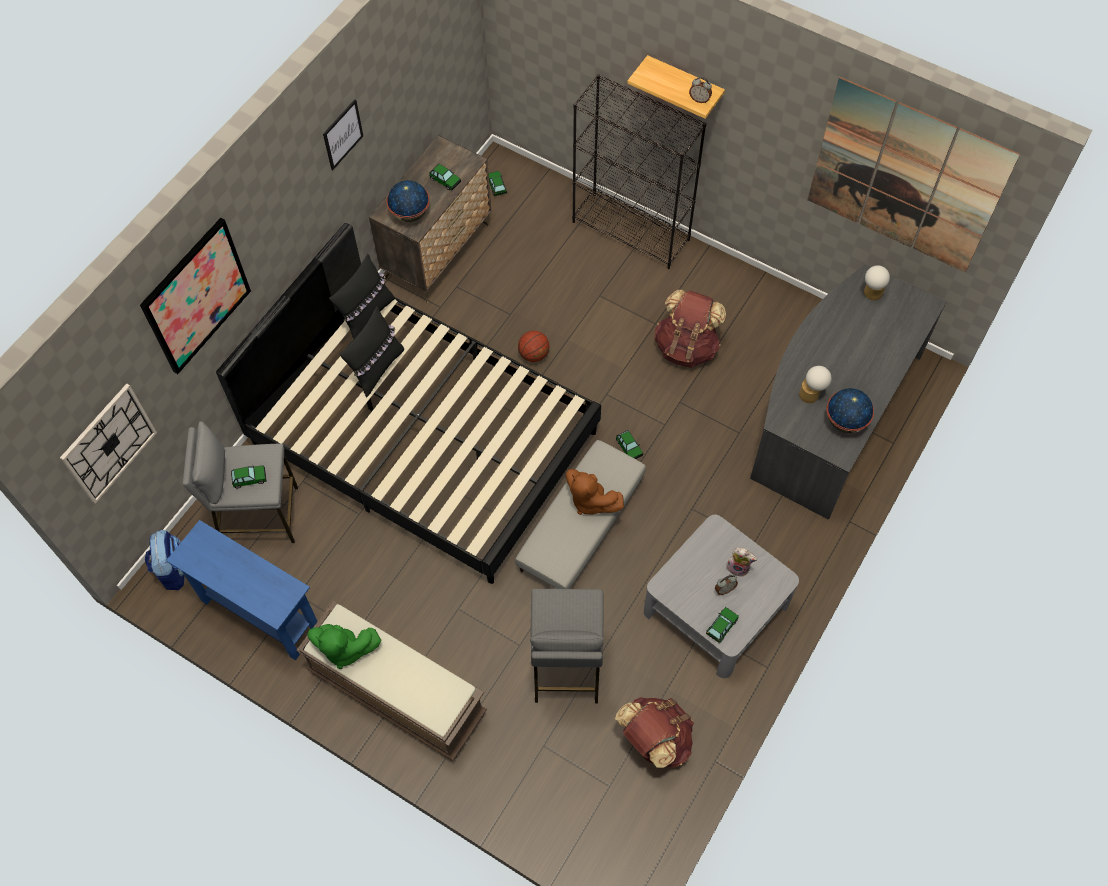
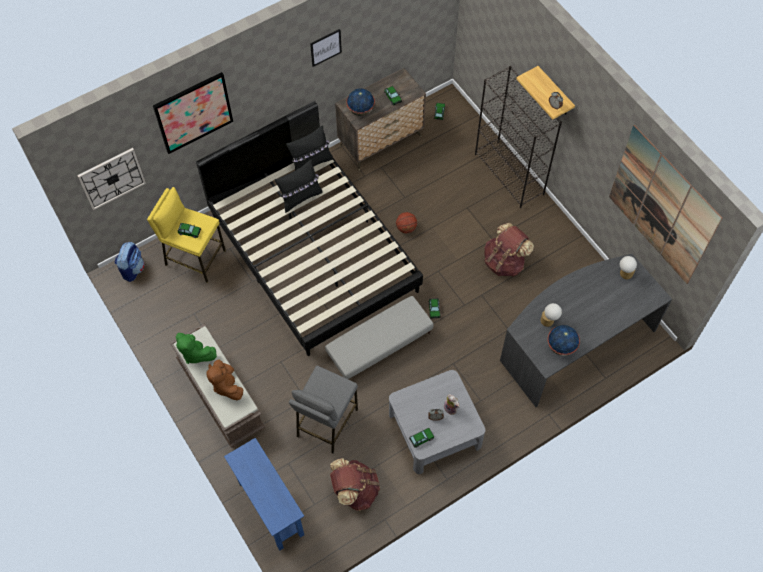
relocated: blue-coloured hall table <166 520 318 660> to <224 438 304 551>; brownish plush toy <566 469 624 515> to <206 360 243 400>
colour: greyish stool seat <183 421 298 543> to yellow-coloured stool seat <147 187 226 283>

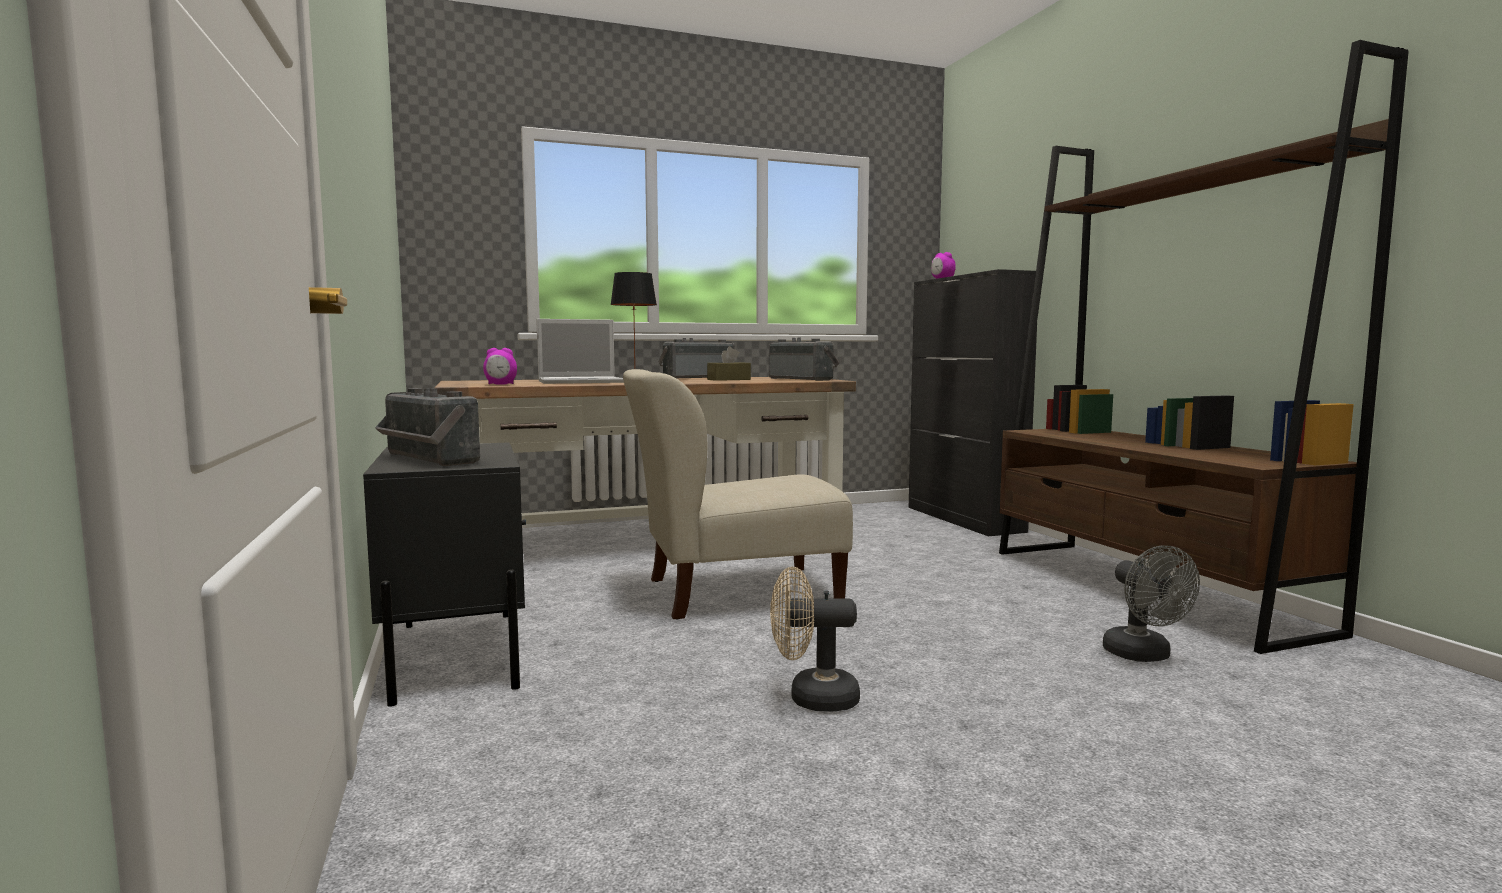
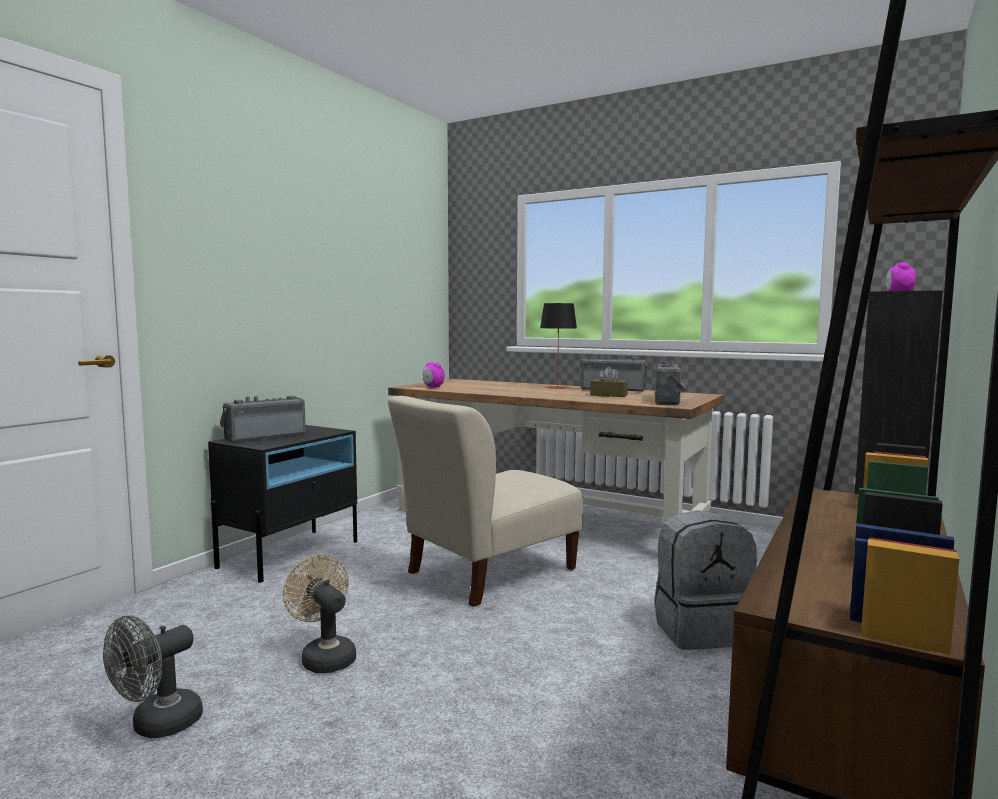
missing: laptop <536 319 624 384>
appeared: greyish rucksack <654 510 757 650>
relocated: greyish cooling fan <1103 545 1200 662> to <103 615 203 738>
spun: radio receiver <375 388 480 466> = <220 396 306 443> 45 degrees clockwise; beige-coloured plain chair <623 369 853 619> = <388 396 583 607> 75 degrees counterclockwise

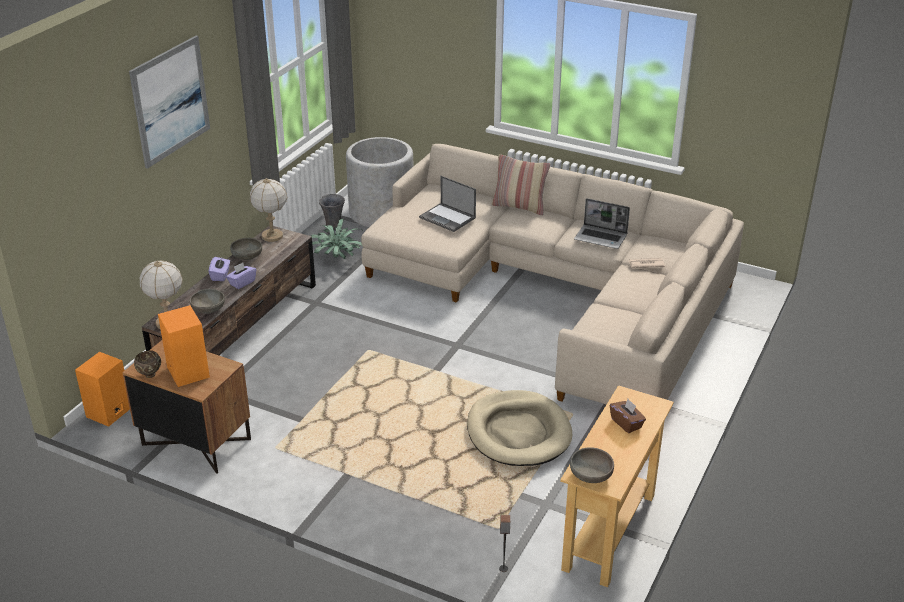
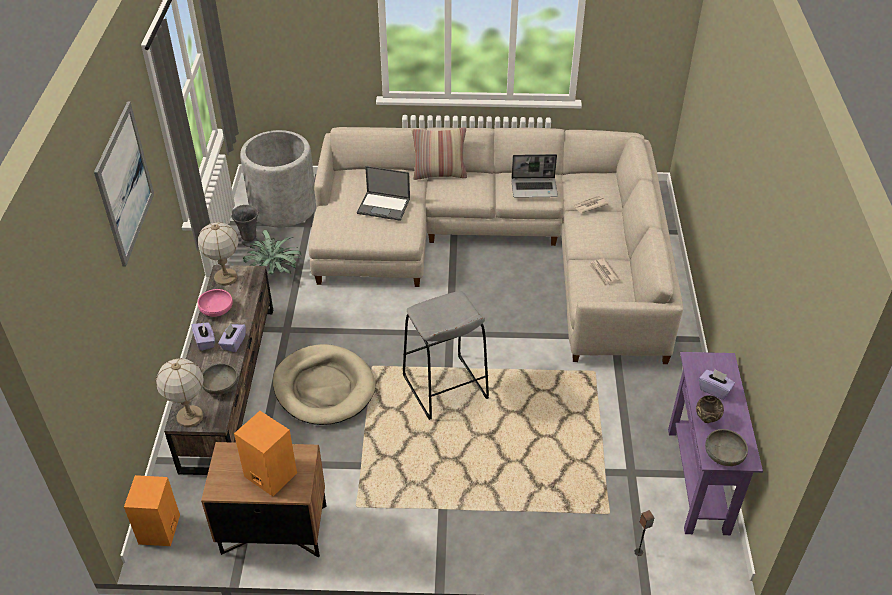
appeared: greyish stool seat <403 291 489 420>; newspaper <589 258 620 287>
relocated: brownish serving bowl <134 350 161 378> to <696 395 724 423>; beige-coloured dog cushion <467 390 572 466> to <273 344 376 425>
colour: greyish serving bowl <230 238 262 260> to pink serving bowl <198 289 233 317>; beige-coloured hall table <560 385 674 587> to purplish hall table <668 352 763 535>; brownish box of tissues <610 399 646 433> to purplish box of tissues <699 369 735 400>

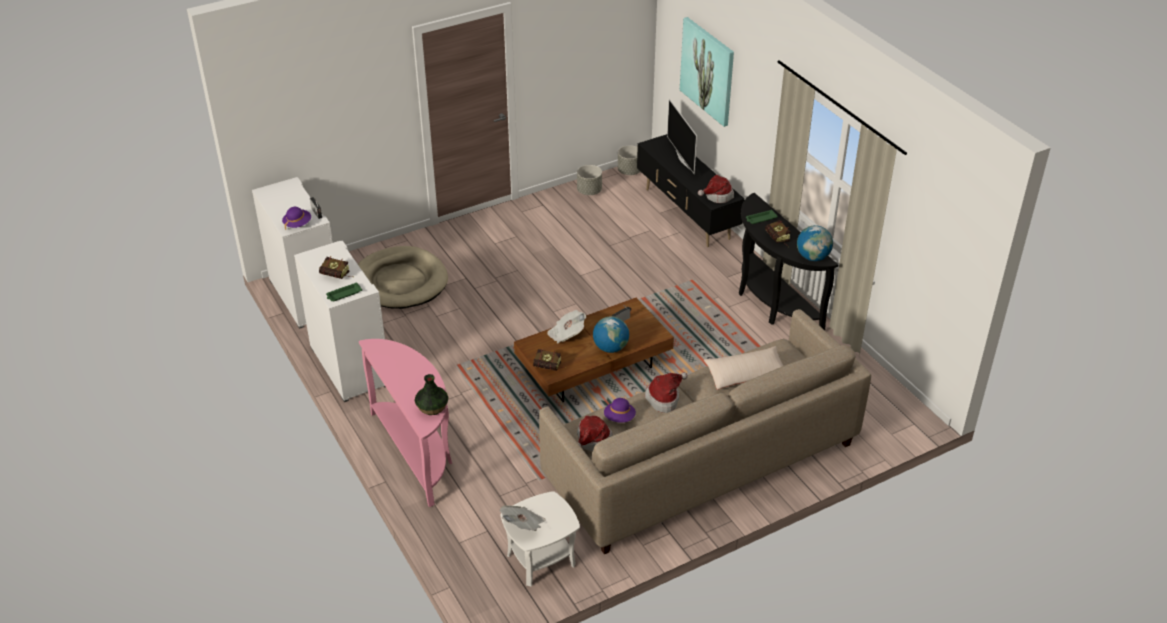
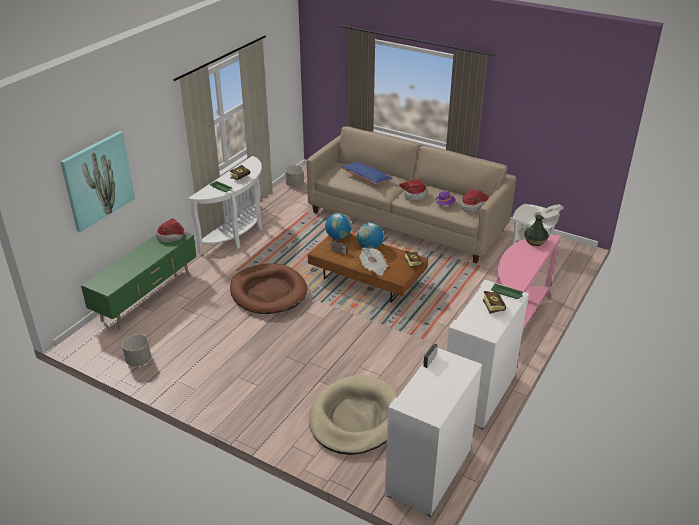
missing: purplish clothing hat <282 207 311 230>; TV set <667 99 697 174>
appeared: brownish dog cushion <230 263 308 314>
relocated: greyish plant pot <618 145 641 175> to <285 165 304 187>; world globe <797 225 833 261> to <325 213 352 240>
colour: blackish tv unit <637 134 745 247> to green tv unit <81 233 197 329>; beige-coloured throw pillow <704 346 784 390> to blue-coloured throw pillow <340 162 393 184>; blackish hall table <739 193 838 330> to white-coloured hall table <188 156 263 255>

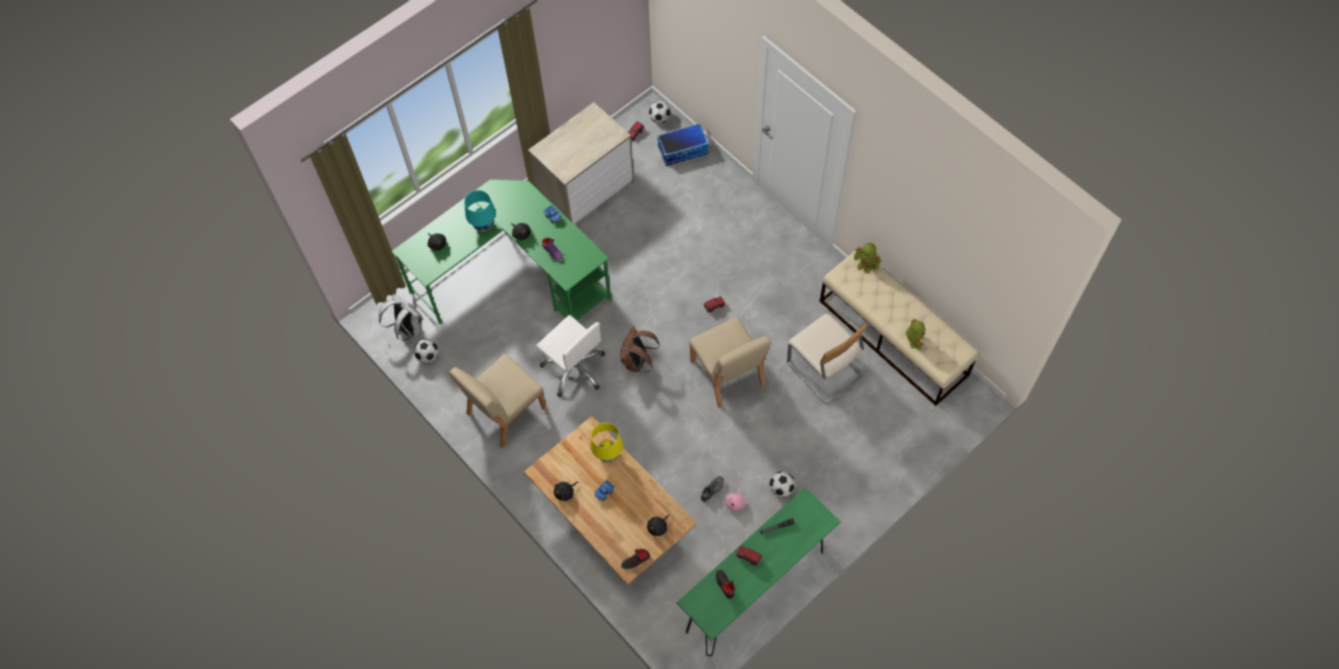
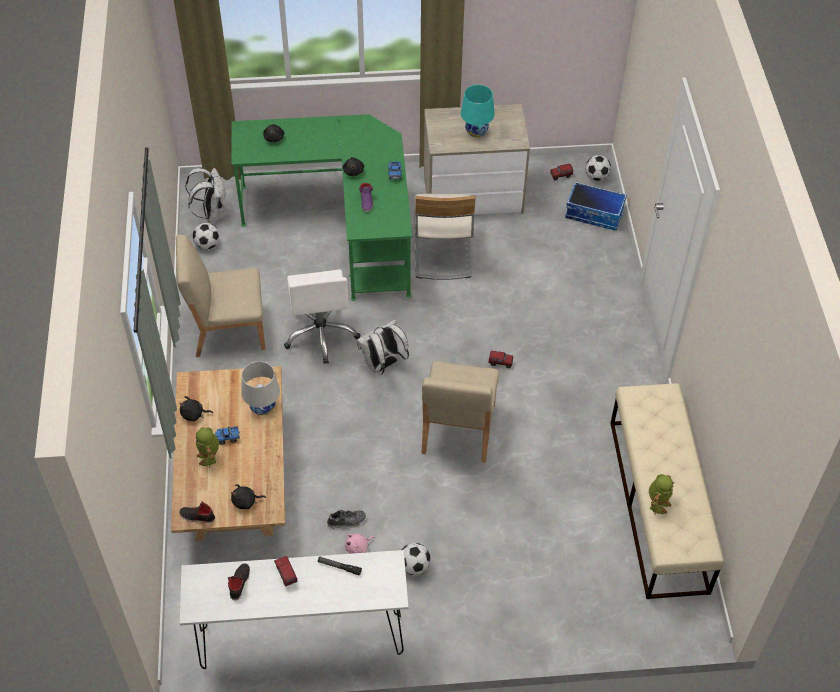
relocated: turquoise lamp for a table <464 190 496 232> to <461 85 494 137>; beige-coloured plain chair <787 314 867 404> to <415 194 476 280>; toy robot <854 243 881 274> to <195 427 219 468>
colour: yellow-coloured lamp for a table <590 423 623 462> to white-coloured lamp for a table <241 361 280 415>; brownish rucksack <620 326 660 372> to white-coloured rucksack <357 320 409 375>; green hall table <677 487 840 656> to white-coloured hall table <180 550 409 669>

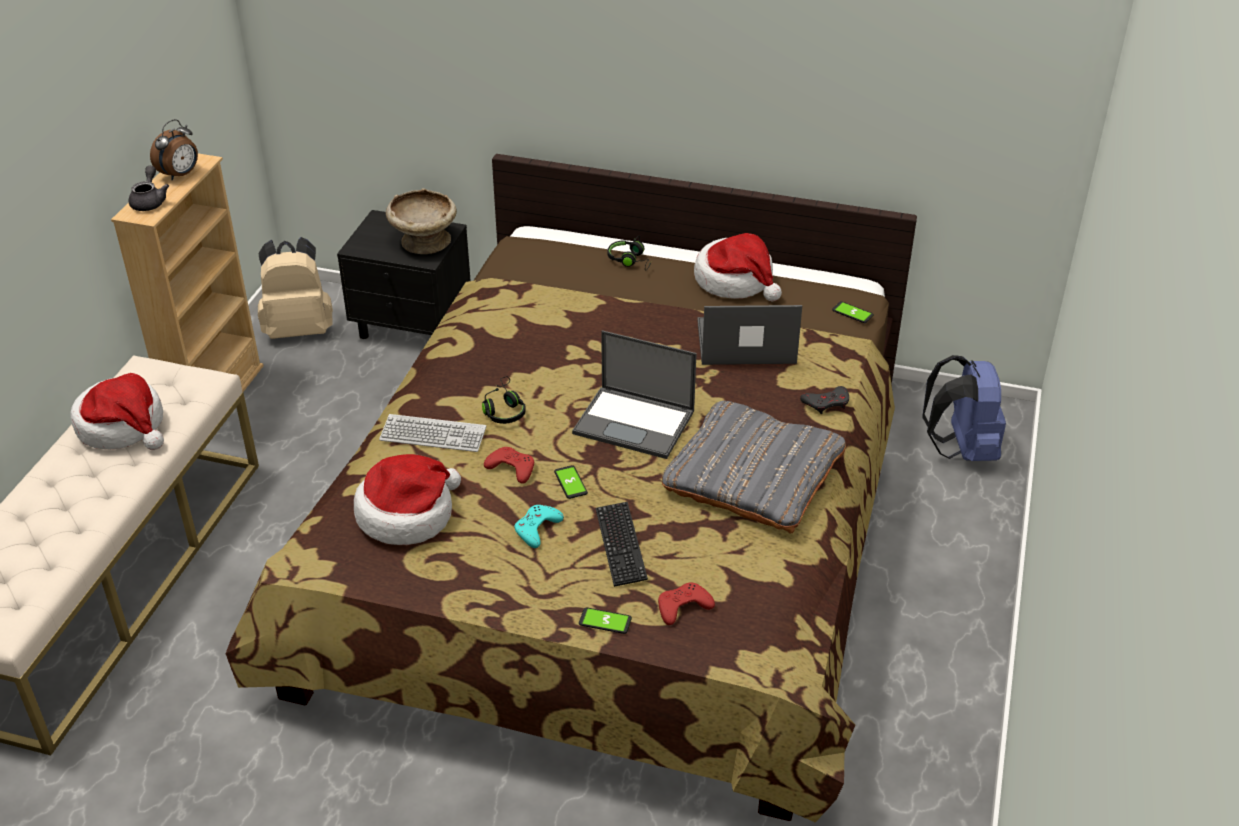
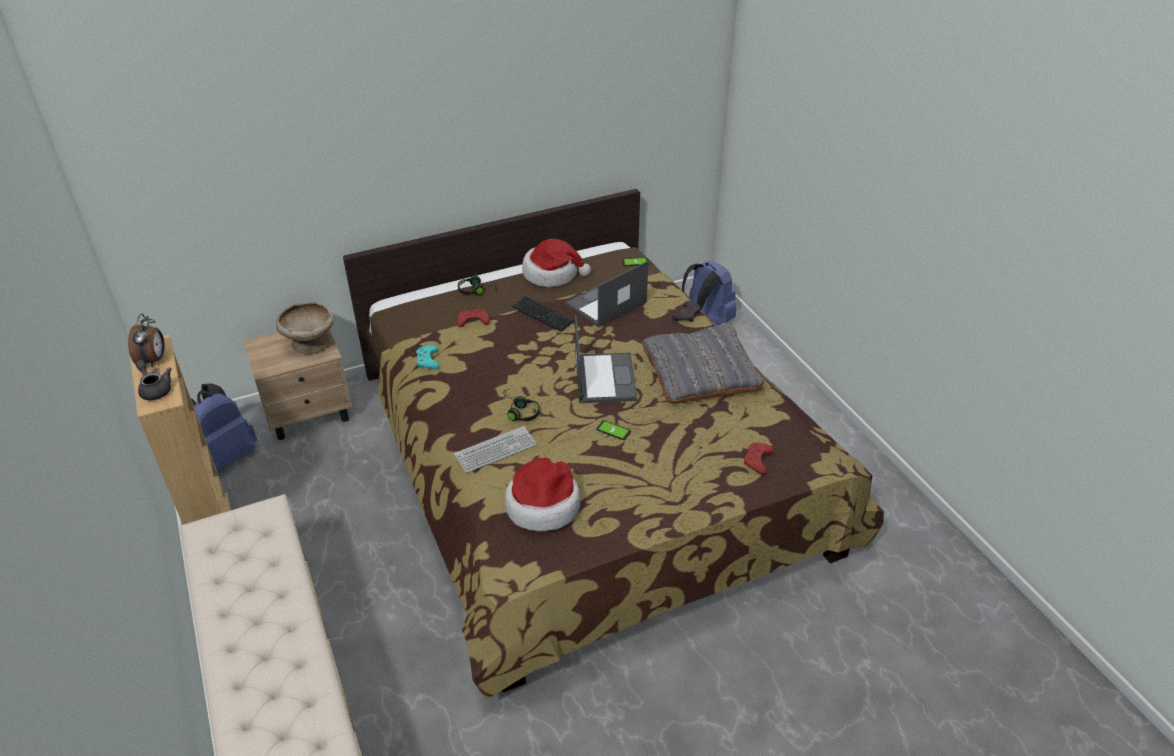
missing: clothing hat <70 373 164 450>; handset <579 607 632 634>
relocated: red game controller <484 447 534 484> to <457 309 490 327>; turquoise game controller <514 505 564 548> to <416 345 439 370>; PC keyboard <596 502 648 587> to <512 296 574 332>
colour: beige-coloured rucksack <258 237 333 339> to blue-coloured rucksack <191 383 257 472>; blackish bedside table <337 210 471 339> to beige-coloured bedside table <244 330 352 440>
spun: laptop <572 330 697 459> = <575 315 637 403> 75 degrees counterclockwise

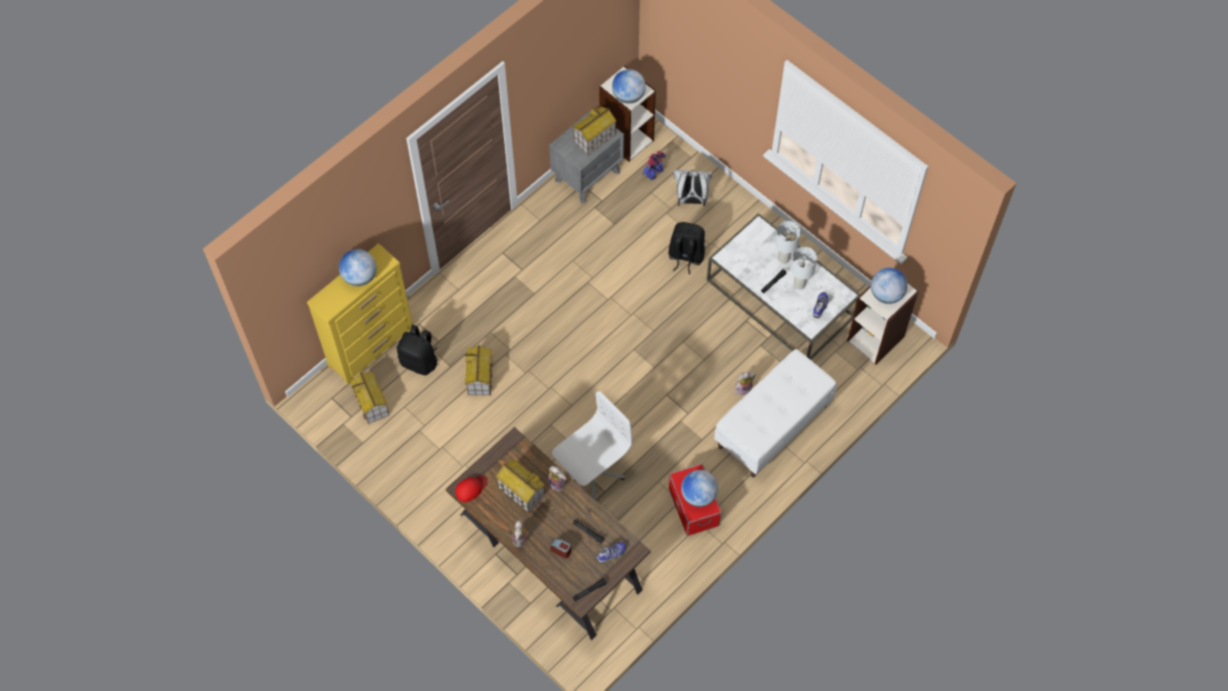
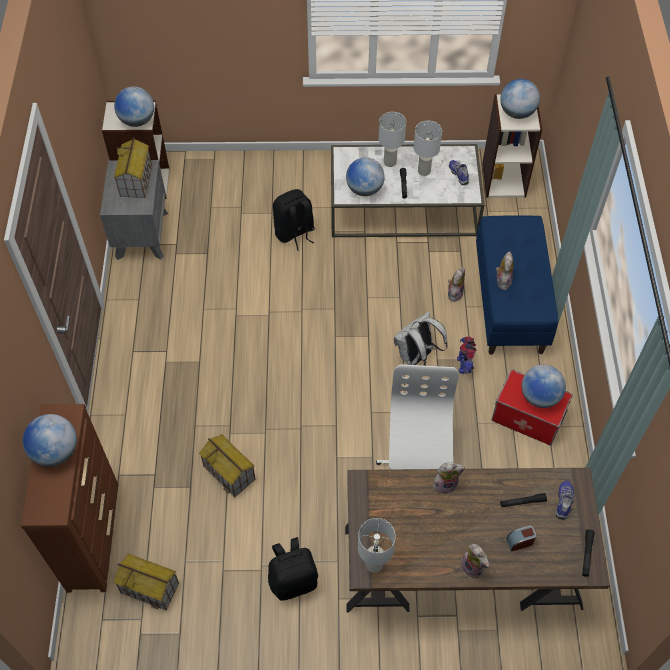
missing: miniature house <496 459 545 513>
appeared: world globe <346 157 385 196>; plush toy <495 251 514 290>
relocated: blackish rucksack <397 325 438 376> to <268 537 318 601>; toy robot <642 151 666 180> to <457 337 477 374>; white-coloured rucksack <673 170 712 206> to <394 311 448 366>
exchanged: red cap <455 476 487 502> to white-coloured lamp for a table <358 518 396 573>
colour: yellow-coloured drawer chest <307 243 413 385> to brownish drawer chest <21 404 118 593>; white-coloured bench <714 349 837 477> to blue-coloured bench <476 215 558 355>

